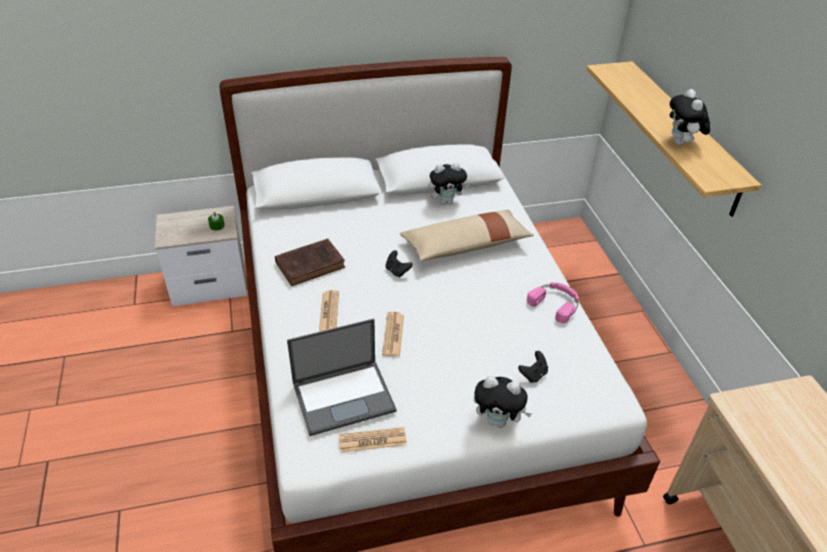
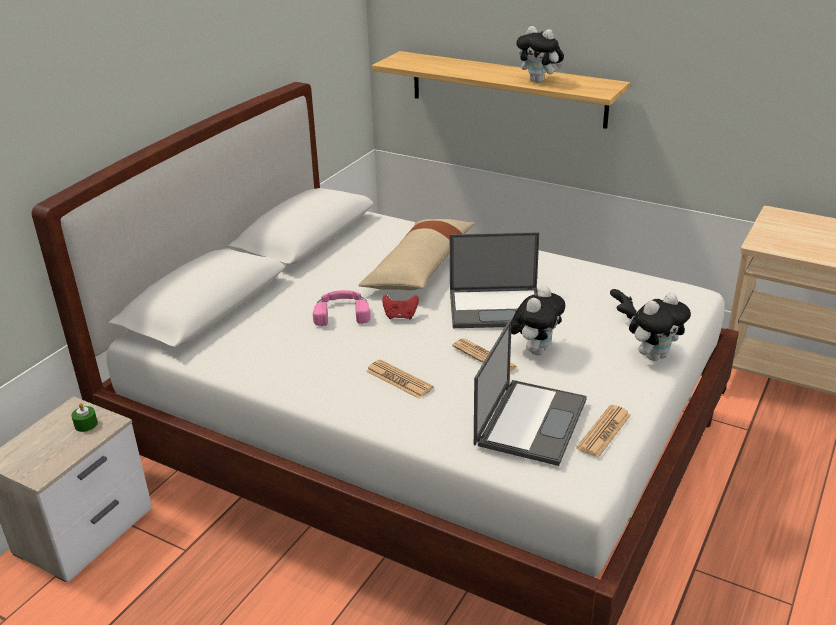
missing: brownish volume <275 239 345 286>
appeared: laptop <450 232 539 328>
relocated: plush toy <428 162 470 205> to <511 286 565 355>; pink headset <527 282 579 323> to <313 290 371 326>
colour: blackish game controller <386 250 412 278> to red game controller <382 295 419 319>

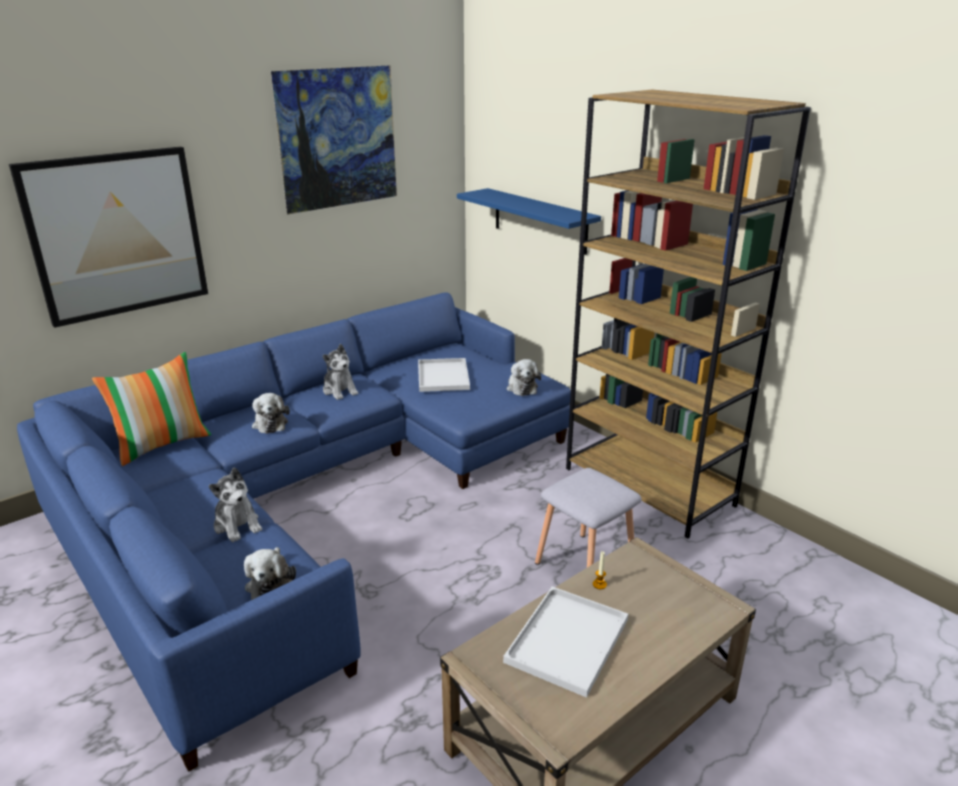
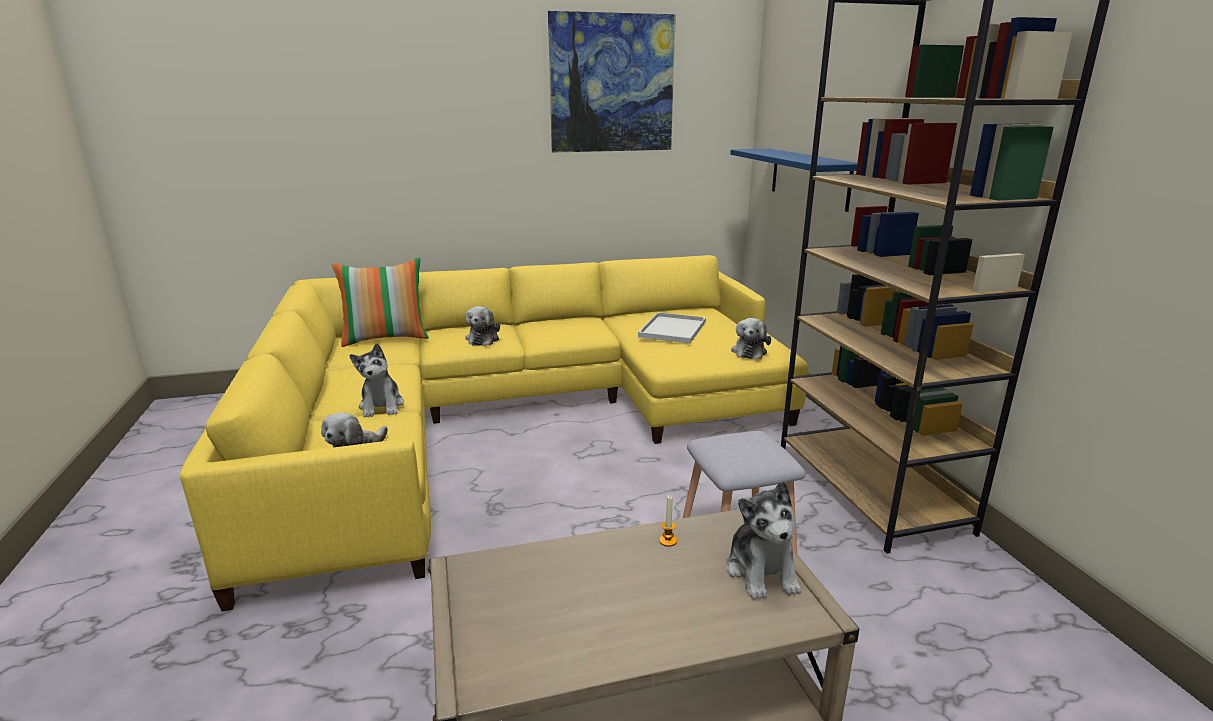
missing: picture <9 146 208 328>; white-coloured carrying tray <503 586 628 698>
relocated: plush toy <323 344 358 400> to <726 481 801 600>
colour: blue-coloured couch <17 293 571 772> to yellow-coloured couch <180 255 808 611>

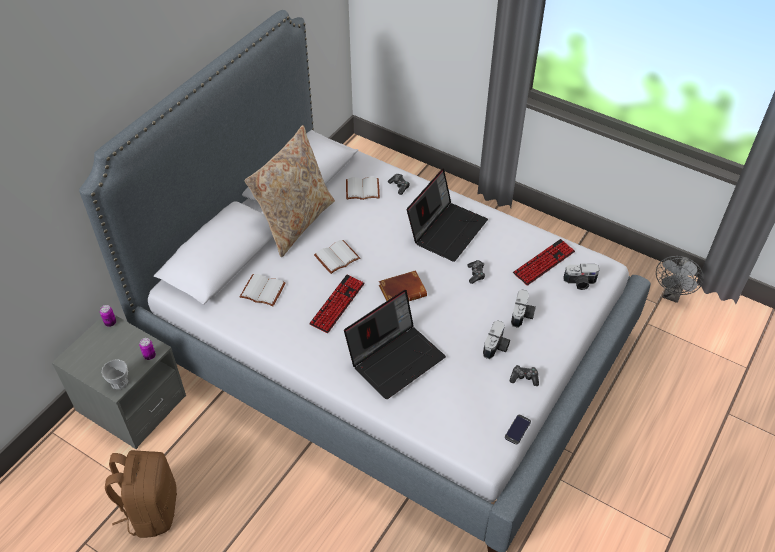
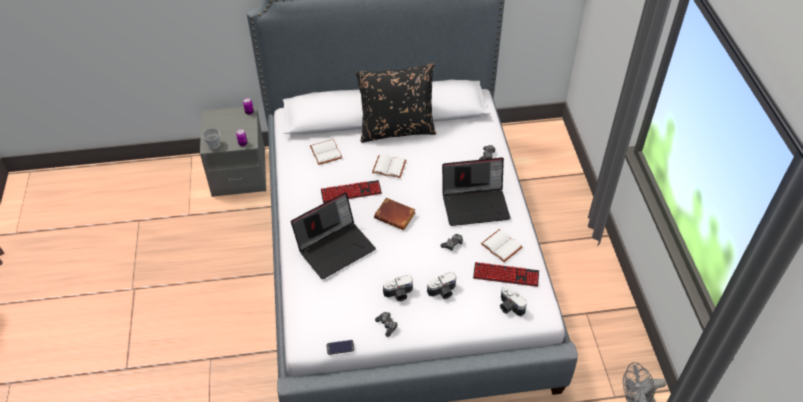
missing: brownish rucksack <105 450 177 538>
relocated: white-coloured volume <346 177 380 200> to <481 229 523 262>
colour: beige-coloured throw pillow <245 125 335 257> to blackish throw pillow <356 63 436 143>
spun: laptop <344 290 446 399> = <291 192 376 279> 45 degrees counterclockwise

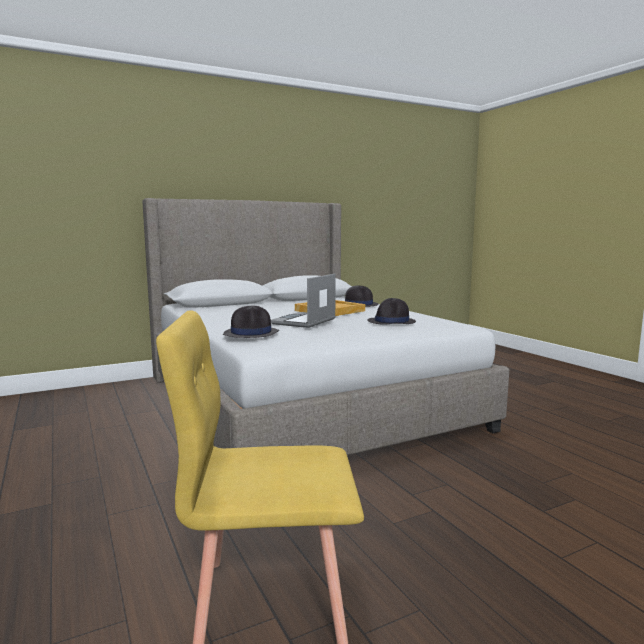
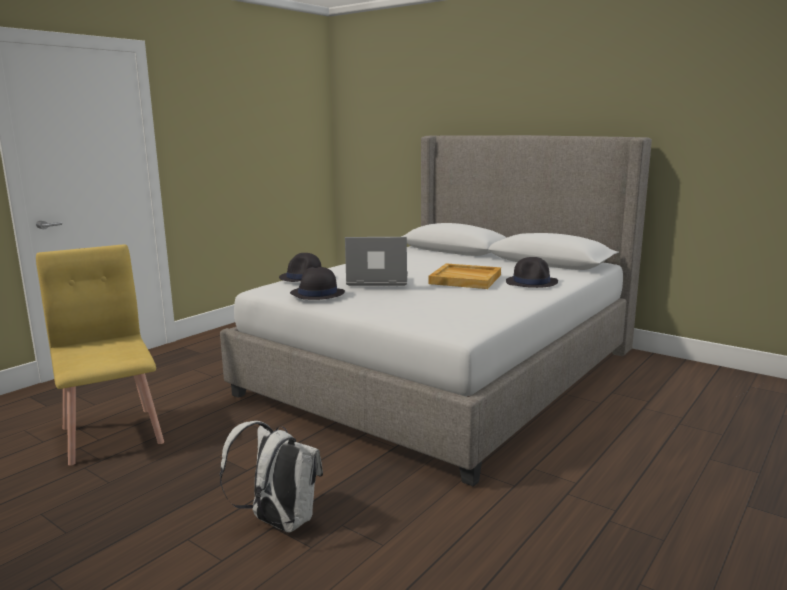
appeared: white-coloured rucksack <220 421 323 533>
relocated: blackish clothing hat <367 298 416 325> to <290 267 345 300>

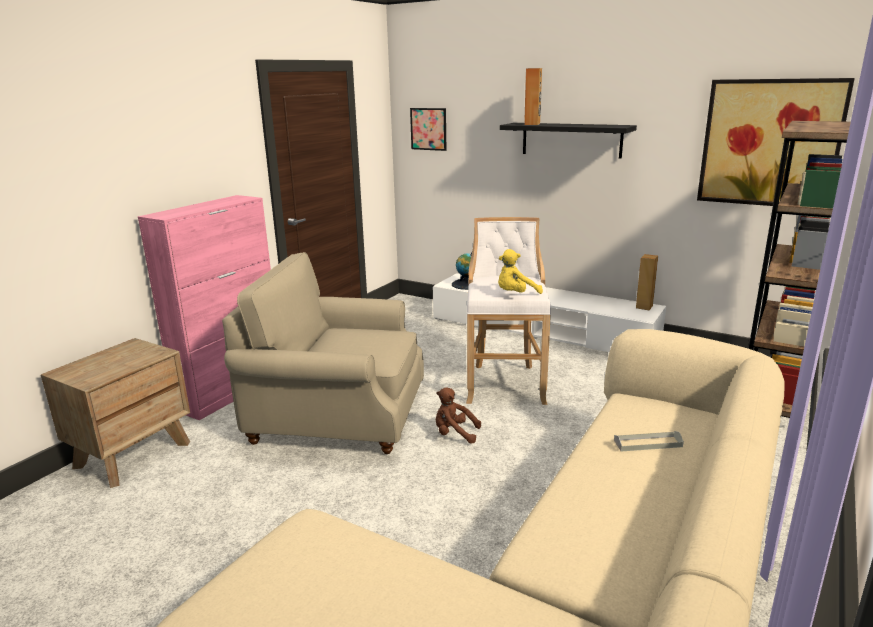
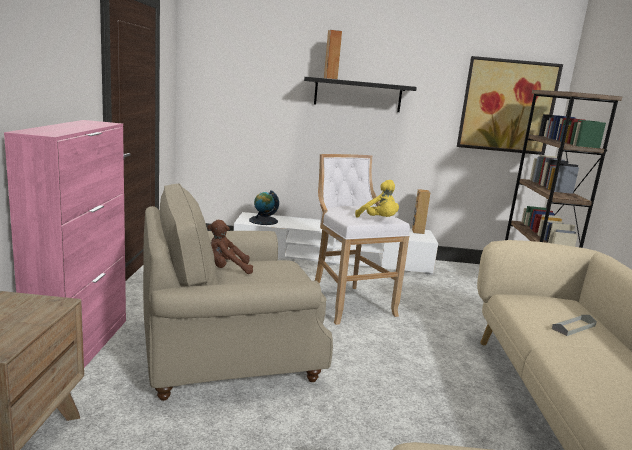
missing: picture <410 108 447 151>
relocated: brownish plush toy <436 387 481 444> to <207 220 253 274>
spun: yellow-coloured plush toy <498 249 543 294> = <355 180 399 218> 75 degrees counterclockwise

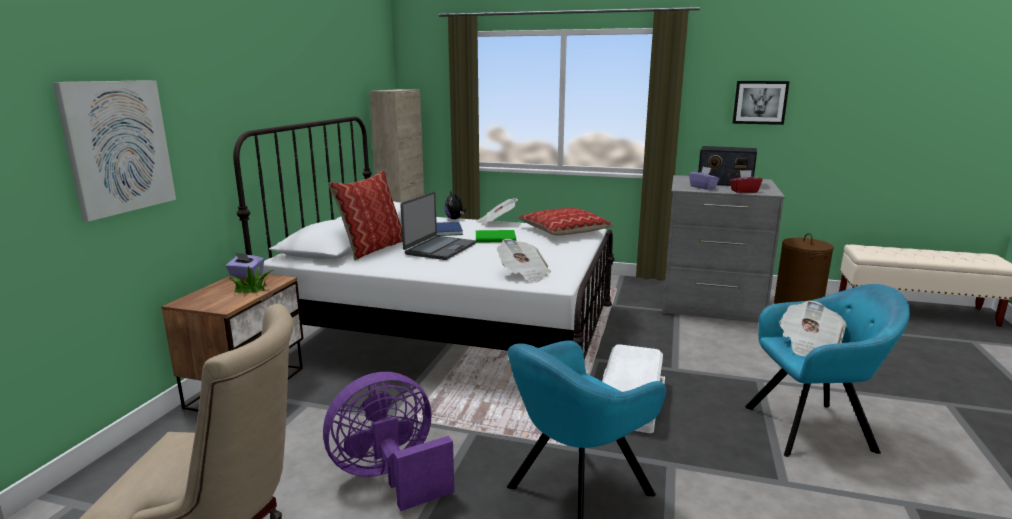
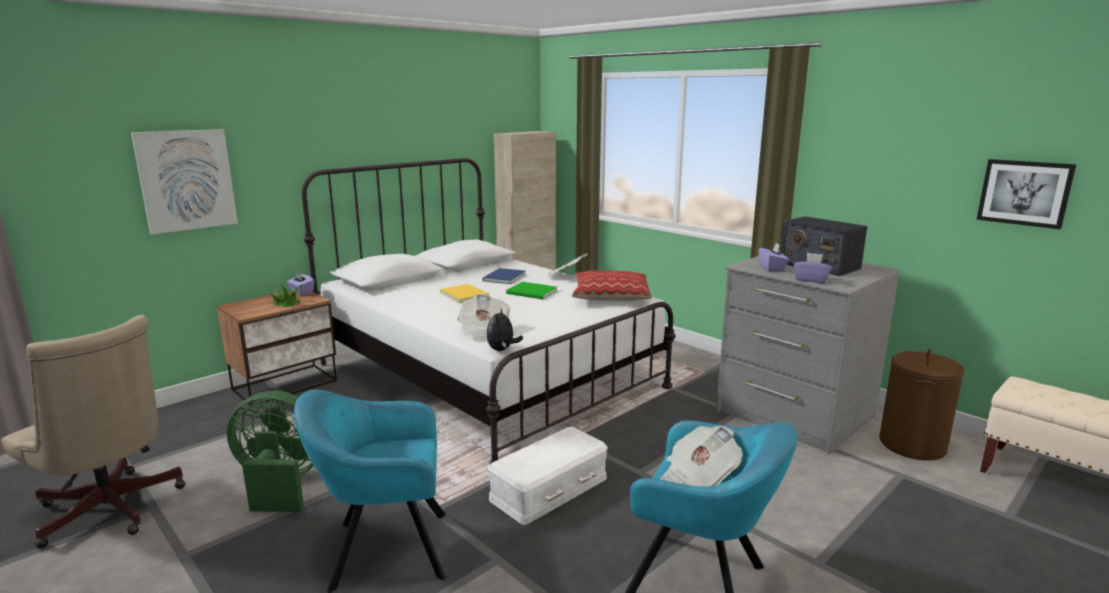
missing: throw pillow <328 171 402 260>
relocated: plush toy <445 191 466 219> to <486 309 523 351>; picture <733 81 790 125> to <977 159 1076 229>
exchanged: laptop <400 192 476 260> to yellow-coloured volume <440 284 489 304>
colour: purplish cooling fan <323 372 455 511> to green cooling fan <227 391 314 512>; red box of tissues <729 170 762 193> to purplish box of tissues <794 253 832 283>

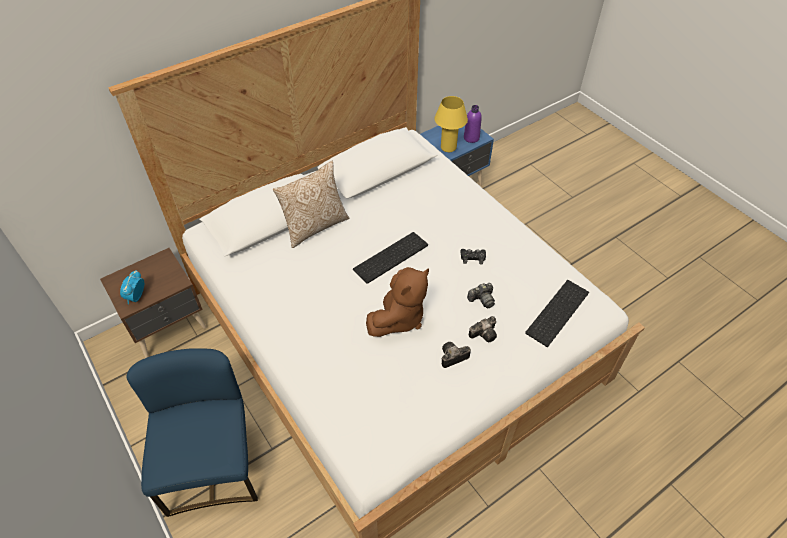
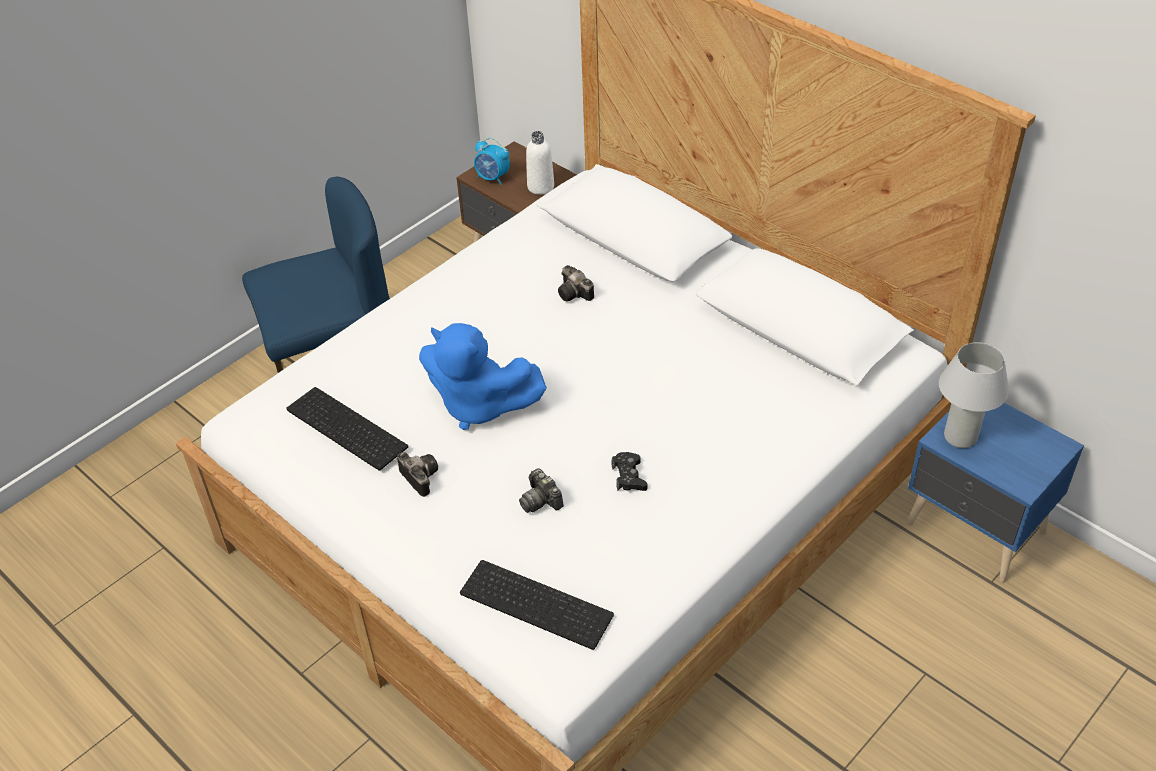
missing: throw pillow <273 161 350 248>; purplish drink bottle <464 105 482 143>
appeared: white-coloured drink bottle <526 131 554 195>
relocated: PC keyboard <353 232 428 284> to <286 387 408 471>; photo camera <468 316 497 342> to <558 265 594 301>
colour: brownish plush toy <366 267 429 337> to blue-coloured plush toy <419 323 547 430>; yellow-coloured lamp for a table <434 96 468 152> to white-coloured lamp for a table <939 342 1009 448>
spun: table clock <120 270 144 304> = <474 138 510 185> 150 degrees counterclockwise

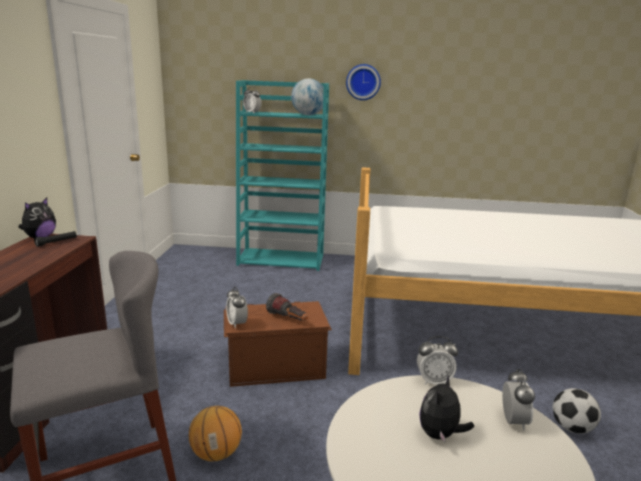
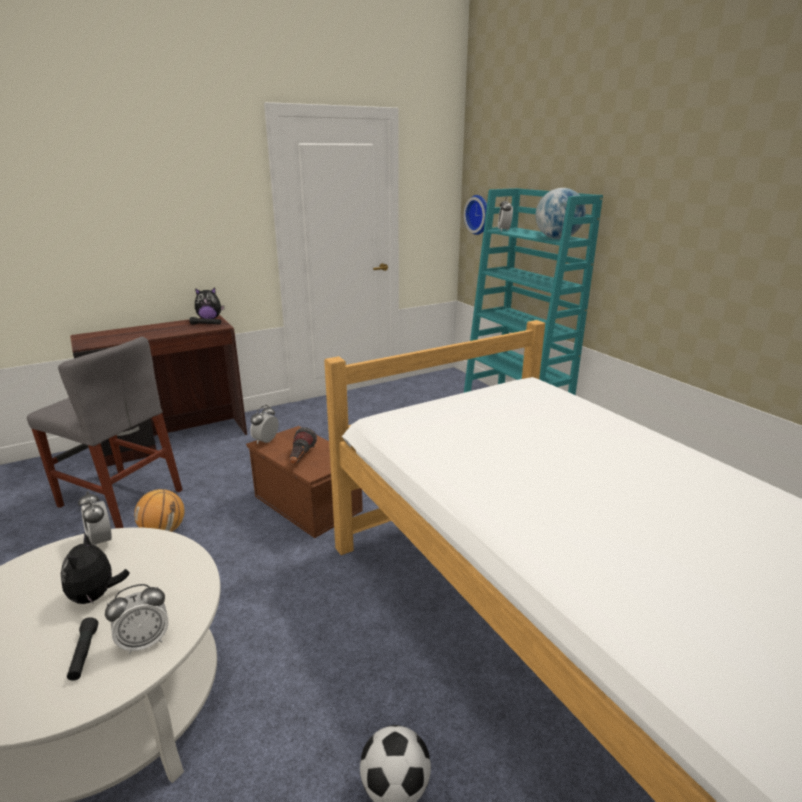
appeared: blackish torch <67 617 98 681>
relocated: hanging clock <346 64 381 100> to <464 195 487 235>; table clock <417 336 458 385> to <78 491 112 546>
spun: plush toy <419 376 474 443> = <61 532 130 604> 90 degrees counterclockwise

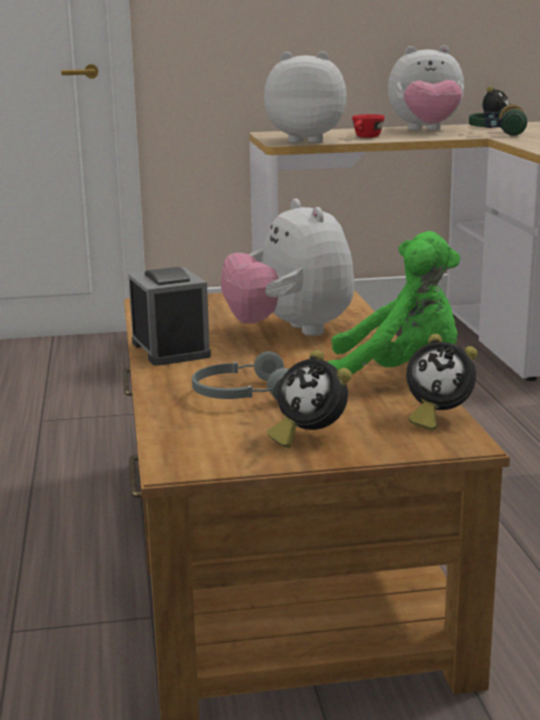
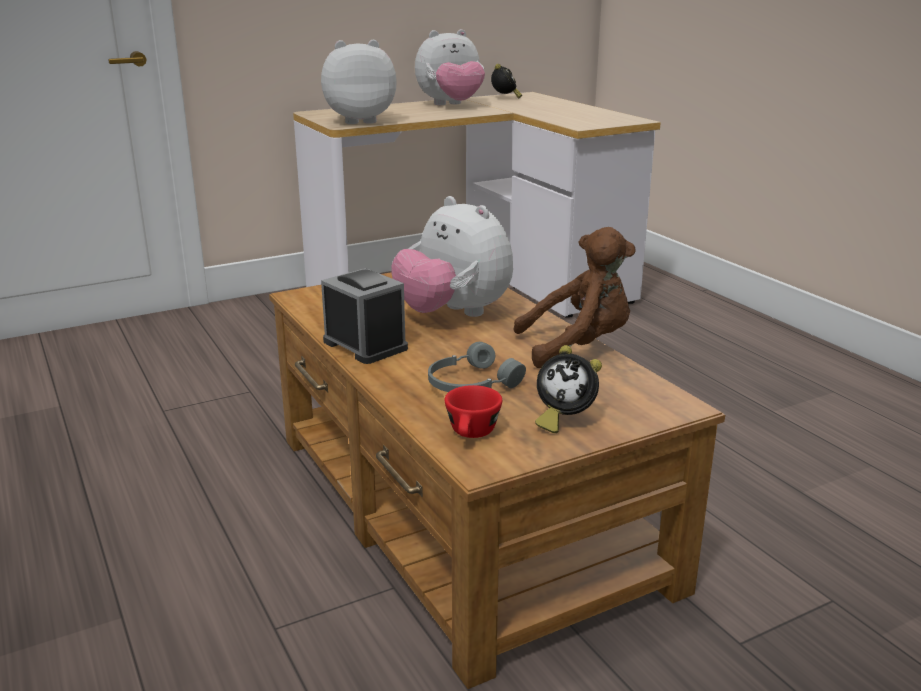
missing: table clock <406 334 477 431>; headset <469 104 527 136>
relocated: red cup <352 114 385 138> to <445 385 502 438>
colour: green plush toy <327 231 460 374> to brownish plush toy <513 227 636 368>

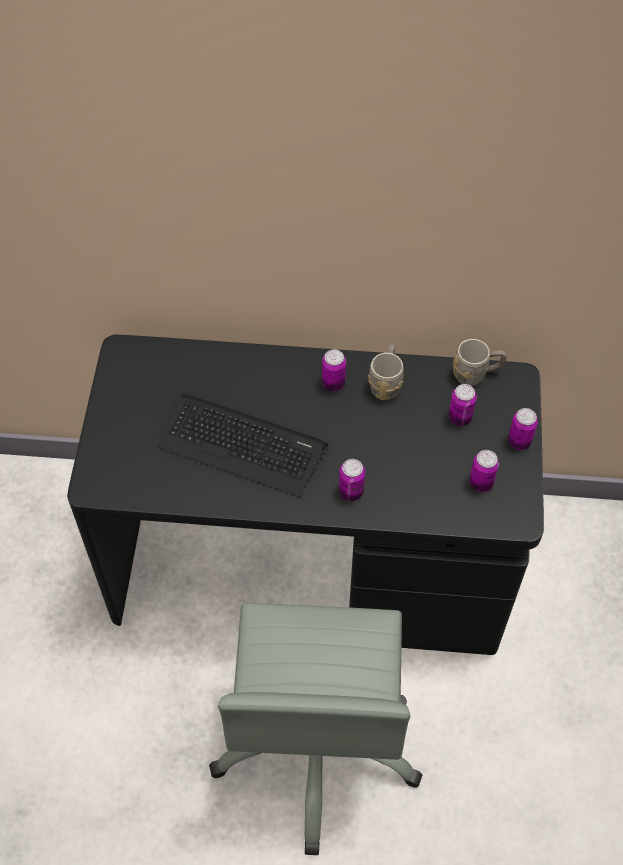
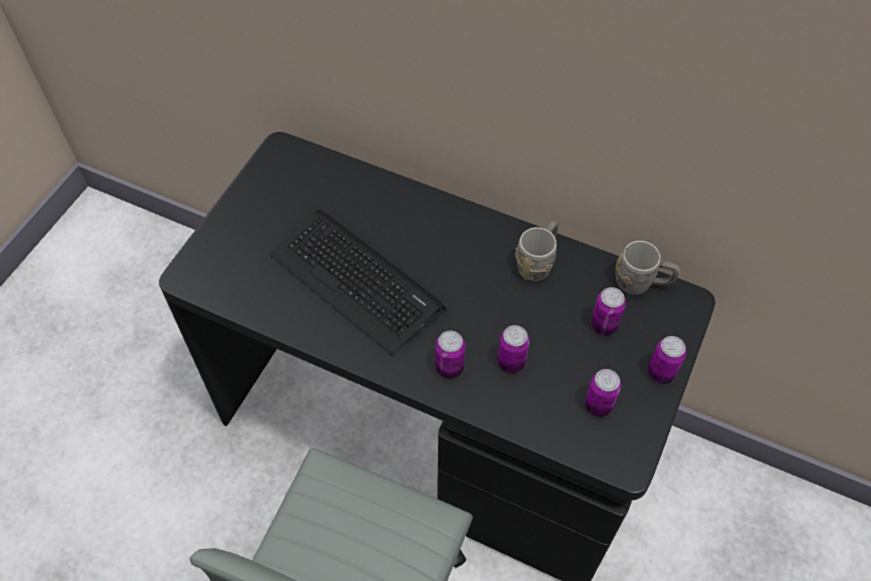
relocated: can <322 349 346 391> to <497 325 530 373>

